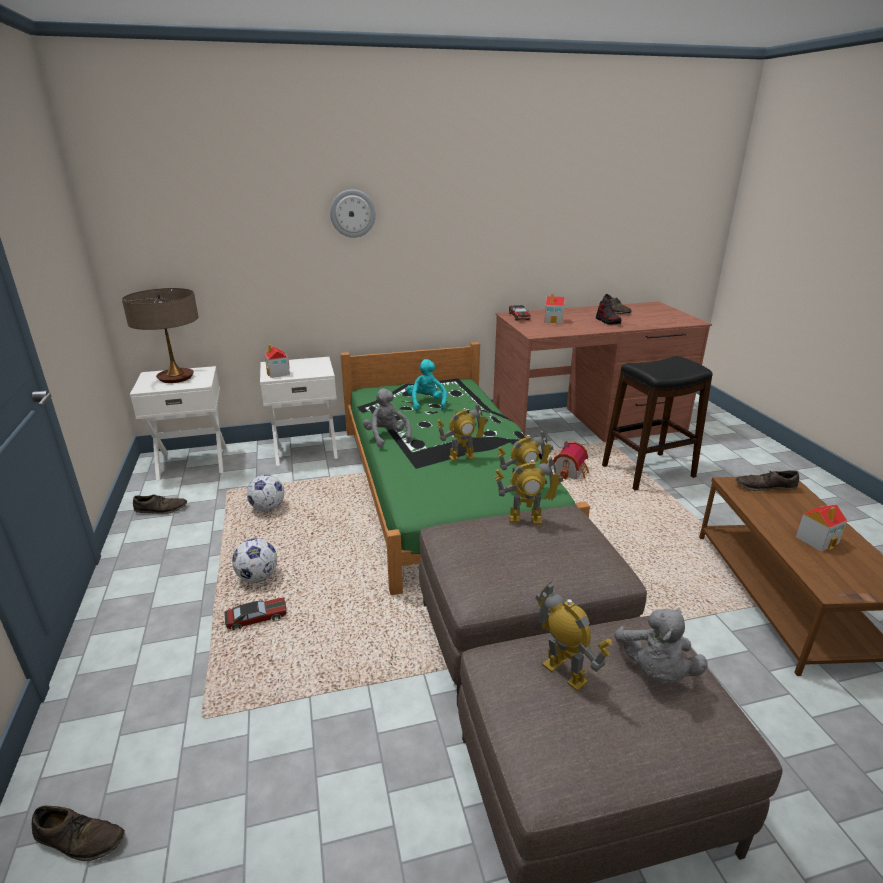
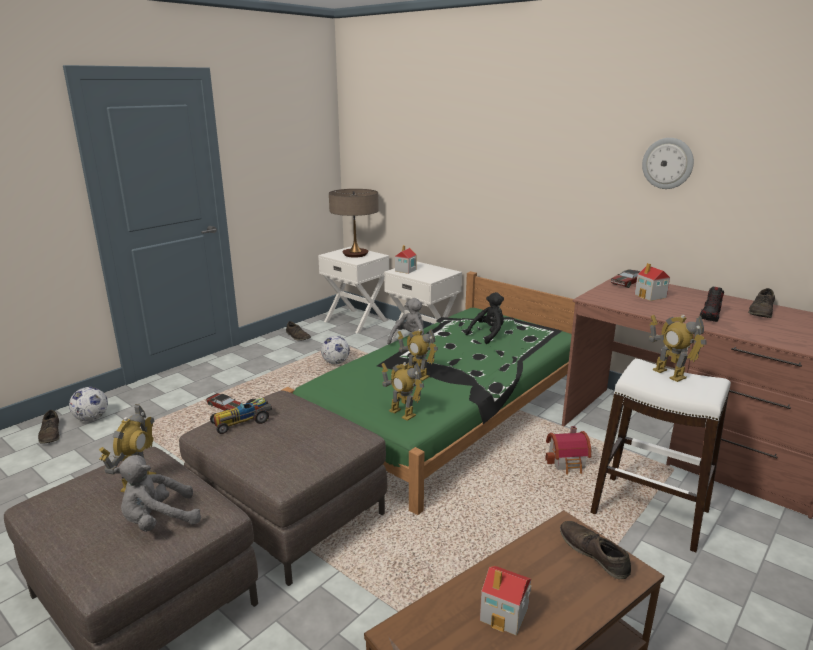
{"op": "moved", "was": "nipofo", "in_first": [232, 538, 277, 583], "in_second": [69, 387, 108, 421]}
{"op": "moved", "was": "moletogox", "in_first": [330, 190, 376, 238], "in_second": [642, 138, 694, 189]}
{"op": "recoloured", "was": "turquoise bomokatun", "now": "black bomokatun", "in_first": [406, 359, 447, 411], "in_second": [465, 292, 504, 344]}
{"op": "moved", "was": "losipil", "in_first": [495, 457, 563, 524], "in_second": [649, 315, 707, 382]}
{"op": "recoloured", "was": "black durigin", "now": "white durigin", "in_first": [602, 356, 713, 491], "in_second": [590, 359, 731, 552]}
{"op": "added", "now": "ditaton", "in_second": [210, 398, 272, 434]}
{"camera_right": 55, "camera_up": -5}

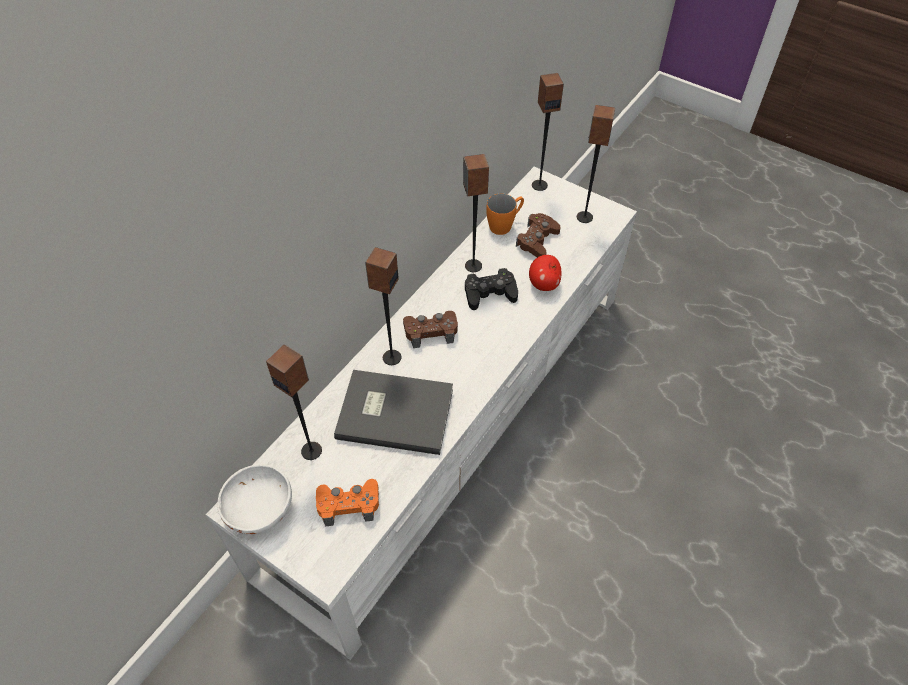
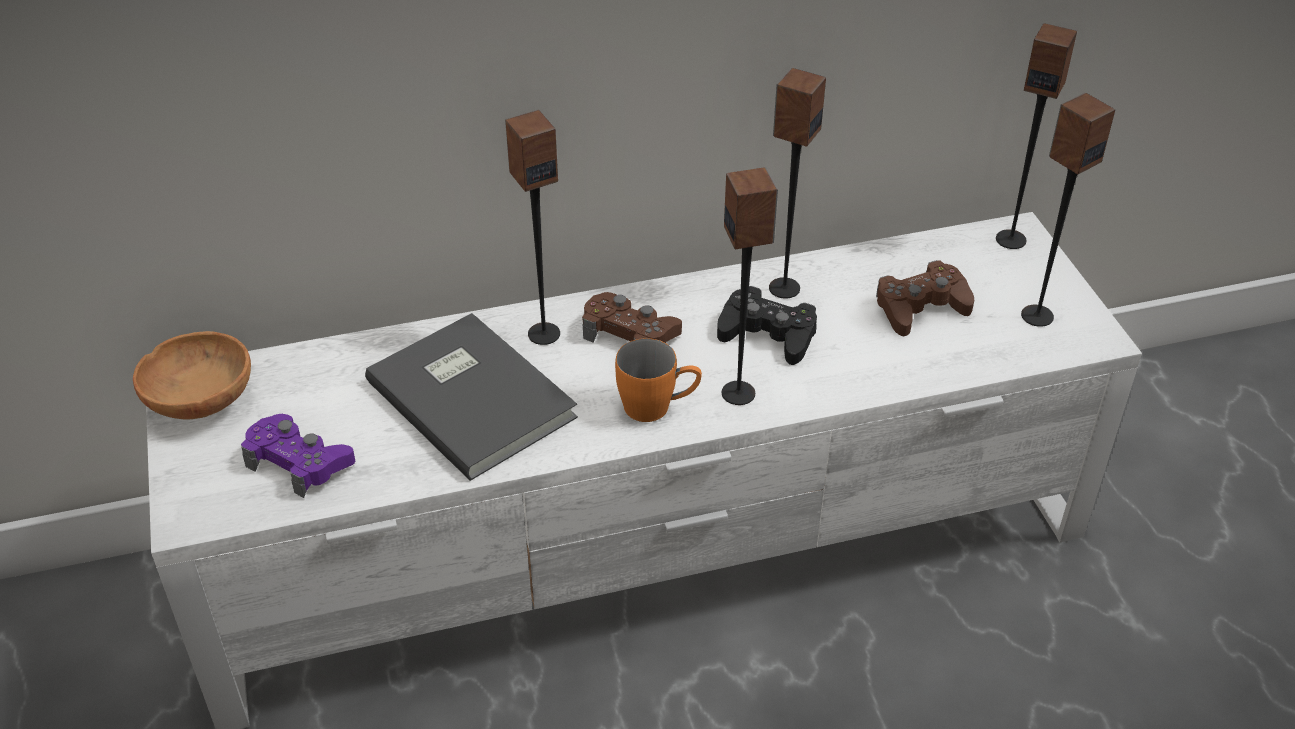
{"op": "recoloured", "was": "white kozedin", "now": "brown kozedin", "in_first": [218, 464, 292, 534], "in_second": [133, 331, 251, 419]}
{"op": "moved", "was": "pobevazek", "in_first": [266, 344, 322, 460], "in_second": [722, 167, 778, 405]}
{"op": "recoloured", "was": "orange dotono", "now": "purple dotono", "in_first": [316, 479, 379, 526], "in_second": [241, 414, 355, 498]}
{"op": "moved", "was": "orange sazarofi", "in_first": [486, 194, 524, 235], "in_second": [615, 338, 702, 422]}
{"op": "removed", "was": "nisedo", "in_first": [529, 255, 561, 291]}
{"camera_right": 40, "camera_up": -10}

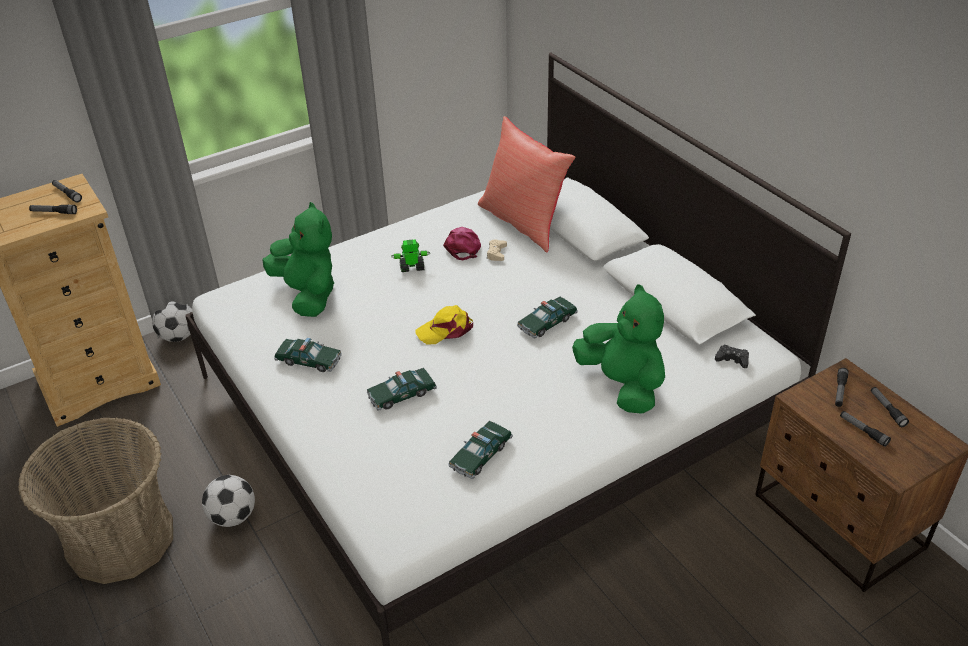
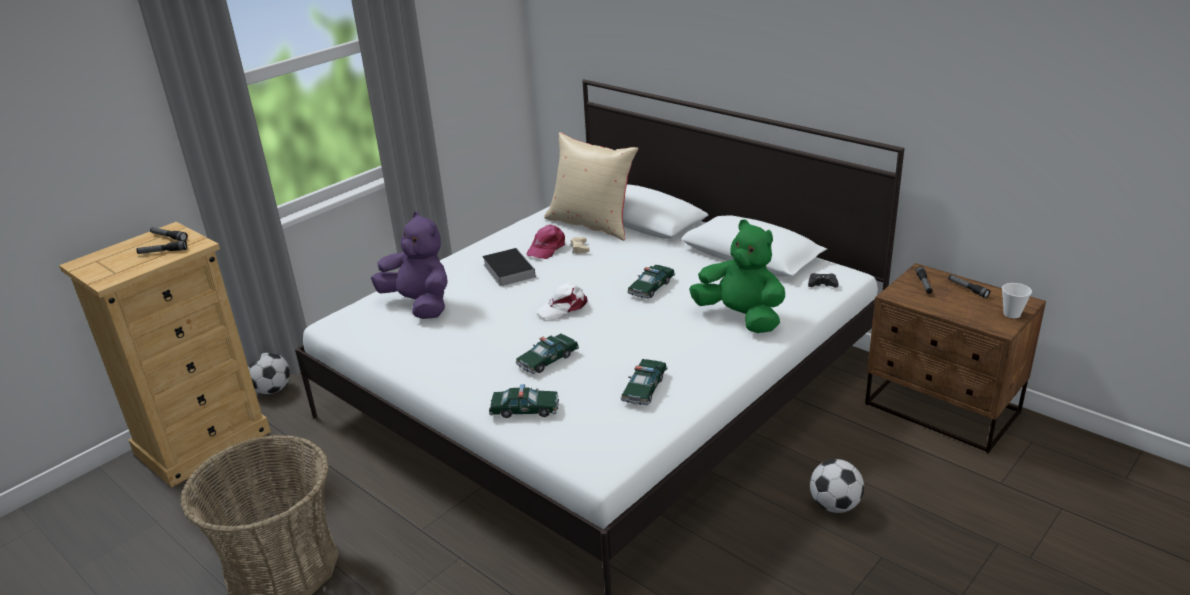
{"op": "moved", "was": "nipofo", "in_first": [202, 475, 255, 527], "in_second": [810, 459, 864, 513]}
{"op": "recoloured", "was": "green bomokatun", "now": "purple bomokatun", "in_first": [262, 202, 334, 317], "in_second": [371, 212, 448, 319]}
{"op": "moved", "was": "ditaton", "in_first": [274, 338, 342, 372], "in_second": [489, 384, 559, 418]}
{"op": "replaced", "was": "losipil", "now": "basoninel", "in_first": [392, 239, 430, 272], "in_second": [482, 248, 536, 286]}
{"op": "recoloured", "was": "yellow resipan", "now": "white resipan", "in_first": [416, 305, 473, 345], "in_second": [536, 282, 588, 321]}
{"op": "turned", "was": "pink resipan", "in_first": [443, 227, 481, 260], "in_second": [527, 225, 565, 259], "clockwise": -135}
{"op": "recoloured", "was": "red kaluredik", "now": "beige kaluredik", "in_first": [478, 116, 576, 252], "in_second": [544, 132, 638, 241]}
{"op": "removed", "was": "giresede", "in_first": [840, 411, 891, 447]}
{"op": "added", "now": "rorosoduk", "in_second": [1002, 283, 1032, 318]}
{"camera_right": -15, "camera_up": -10}

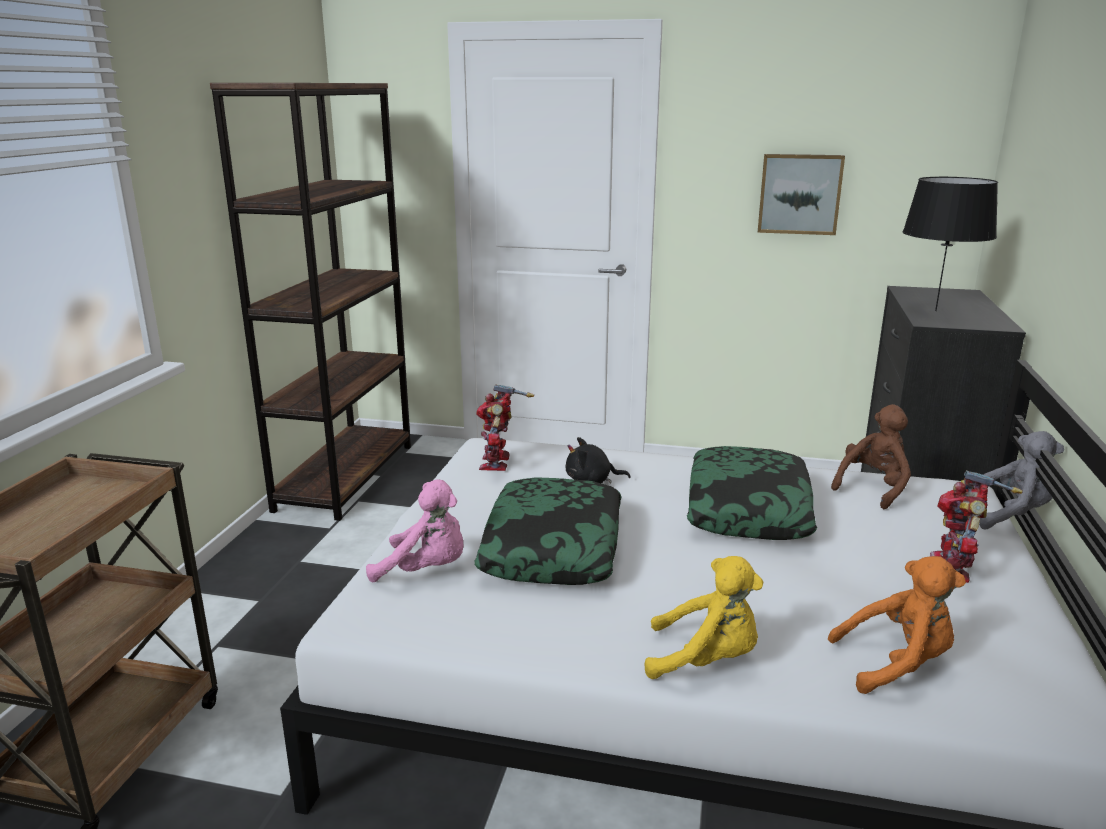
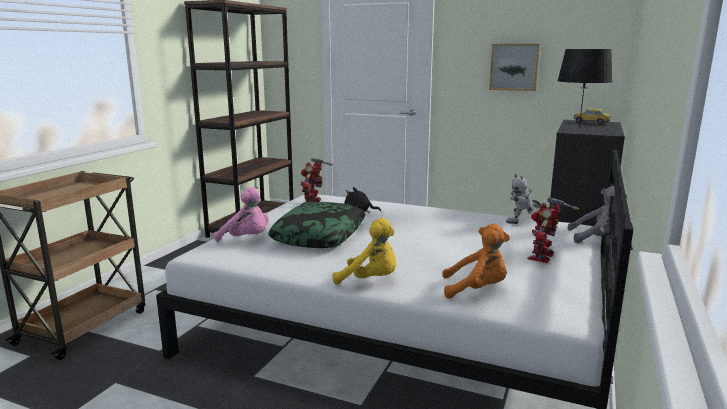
{"op": "removed", "was": "kaluredik", "in_first": [687, 446, 817, 540]}
{"op": "replaced", "was": "brown bomokatun", "now": "losipil", "in_first": [831, 404, 911, 509], "in_second": [506, 174, 540, 224]}
{"op": "added", "now": "ditaton", "in_second": [574, 109, 611, 124]}
{"camera_right": 10, "camera_up": -5}

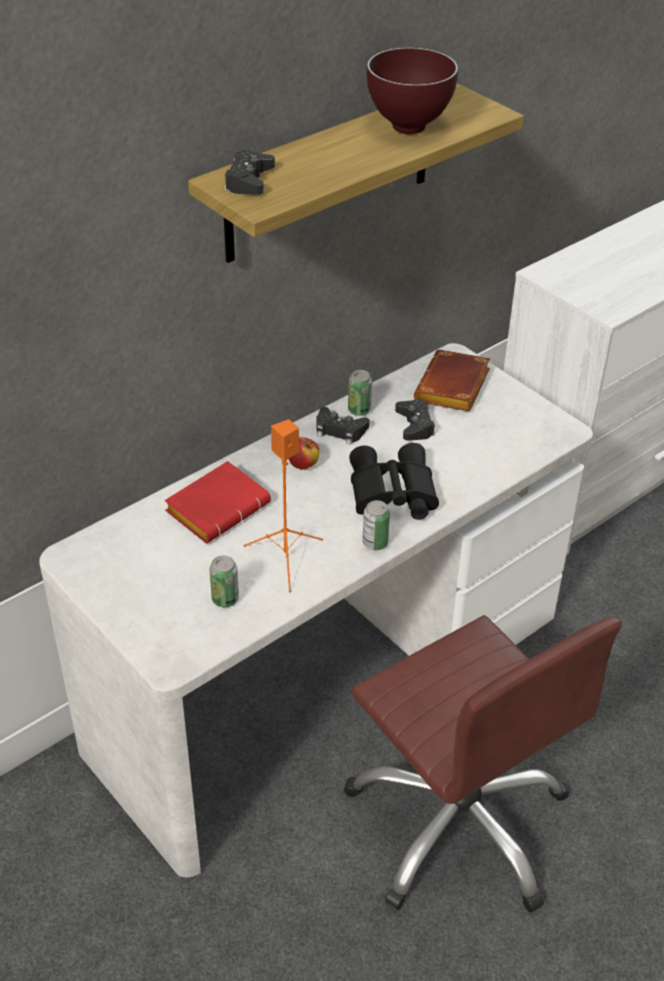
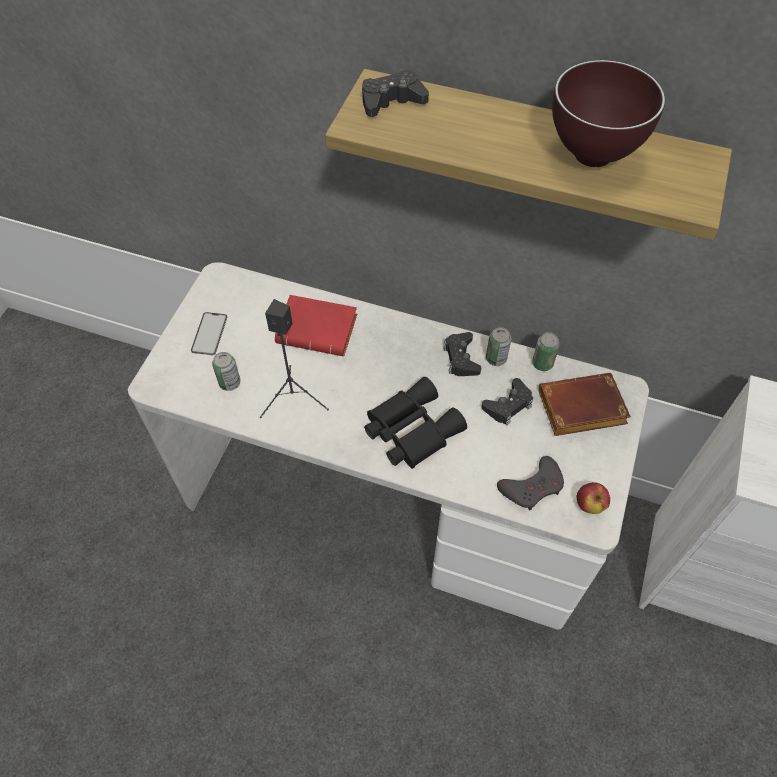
{"op": "recoloured", "was": "orange pobevazek", "now": "black pobevazek", "in_first": [244, 419, 323, 593], "in_second": [260, 299, 329, 418]}
{"op": "moved", "was": "nisedo", "in_first": [289, 437, 319, 470], "in_second": [577, 482, 610, 514]}
{"op": "removed", "was": "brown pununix", "in_first": [344, 615, 622, 912]}
{"op": "moved", "was": "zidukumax", "in_first": [362, 500, 390, 550], "in_second": [532, 332, 560, 371]}
{"op": "added", "now": "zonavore", "in_second": [191, 312, 227, 355]}
{"op": "added", "now": "grey dotono", "in_second": [497, 456, 564, 510]}
{"camera_right": 60, "camera_up": 15}

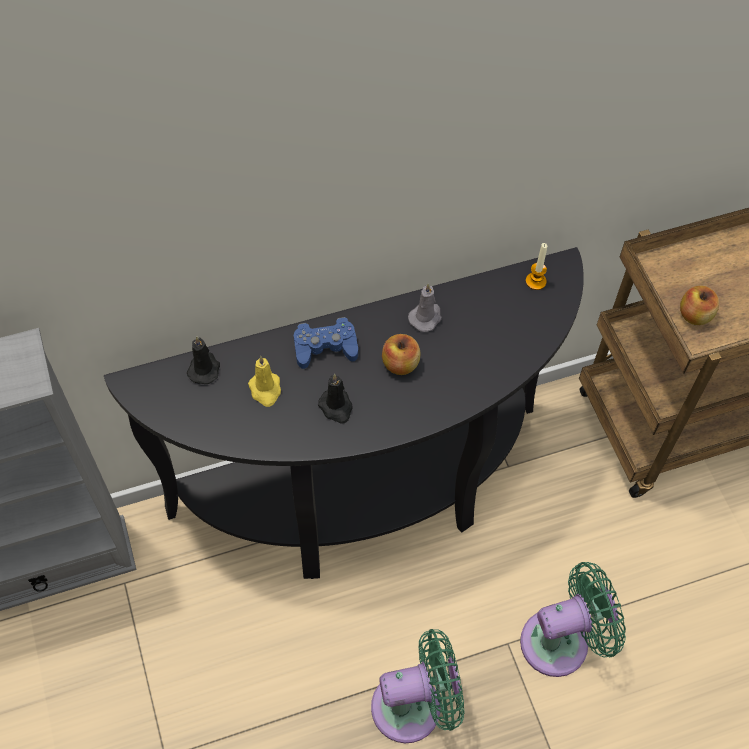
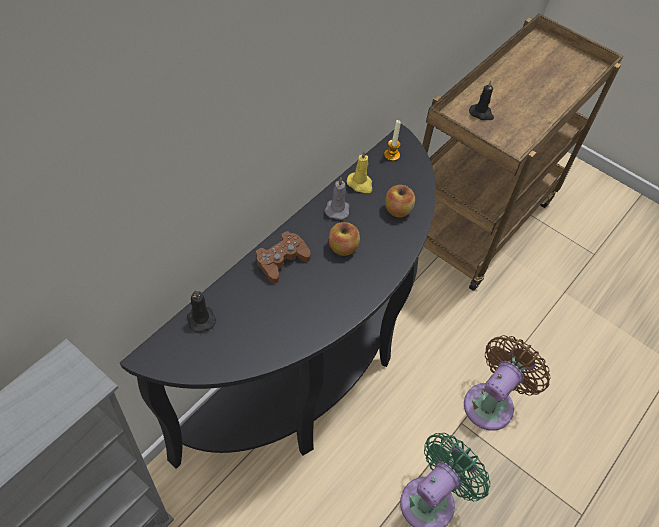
{"op": "moved", "was": "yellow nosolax", "in_first": [248, 356, 281, 407], "in_second": [346, 150, 372, 193]}
{"op": "recoloured", "was": "blue dotono", "now": "brown dotono", "in_first": [294, 317, 358, 369], "in_second": [256, 231, 311, 283]}
{"op": "moved", "was": "black nosolax", "in_first": [318, 374, 353, 424], "in_second": [469, 81, 494, 120]}
{"op": "recoloured", "was": "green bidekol", "now": "brown bidekol", "in_first": [520, 562, 626, 677], "in_second": [464, 335, 550, 431]}
{"op": "moved", "was": "nisedo", "in_first": [680, 286, 719, 325], "in_second": [385, 185, 415, 217]}
{"camera_right": -35, "camera_up": -5}

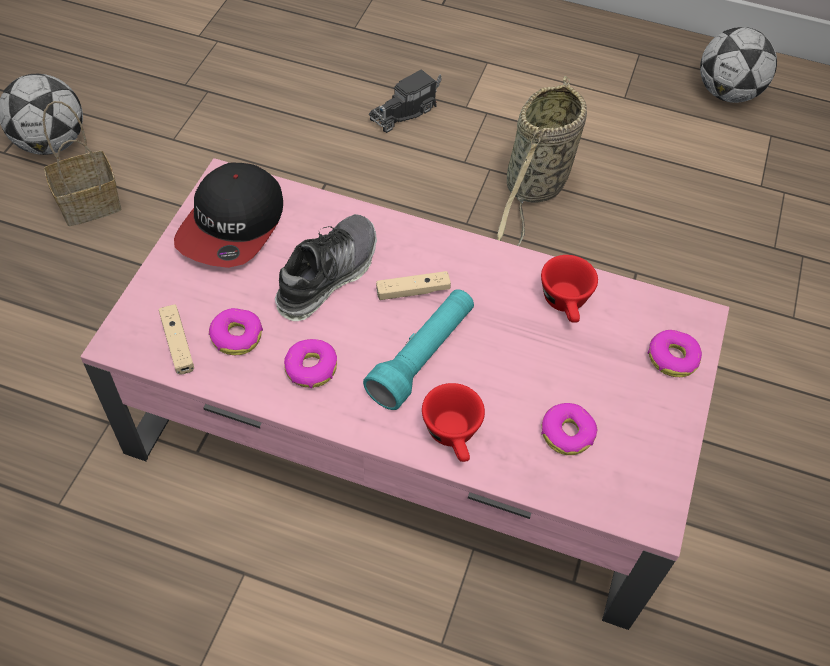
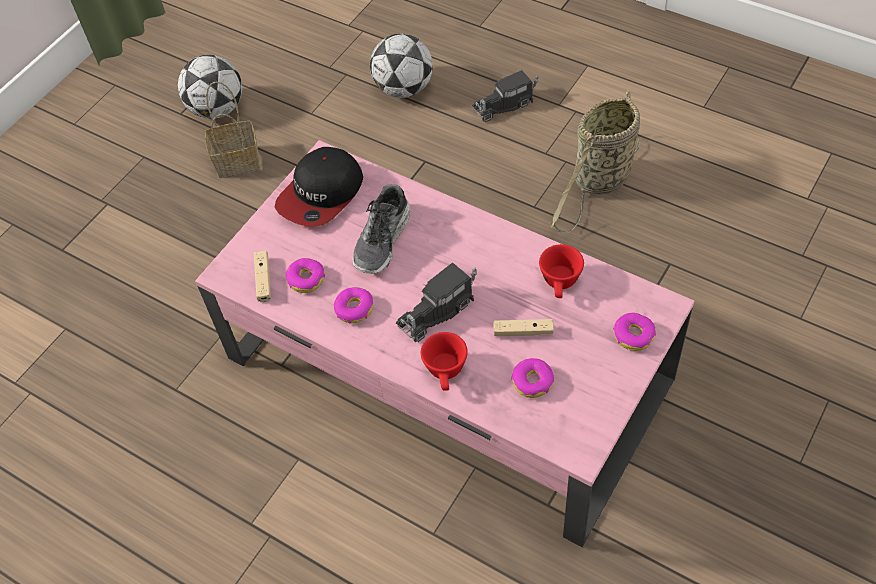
{"op": "turned", "was": "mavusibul", "in_first": [275, 214, 377, 321], "in_second": [353, 184, 410, 274], "clockwise": 150}
{"op": "replaced", "was": "turquoise giresede", "now": "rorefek", "in_first": [363, 289, 474, 410], "in_second": [396, 262, 477, 342]}
{"op": "moved", "was": "beige dotono", "in_first": [376, 271, 451, 300], "in_second": [493, 319, 554, 336]}
{"op": "moved", "was": "nipofo", "in_first": [700, 27, 777, 103], "in_second": [370, 34, 433, 98]}
{"camera_right": 20, "camera_up": 0}

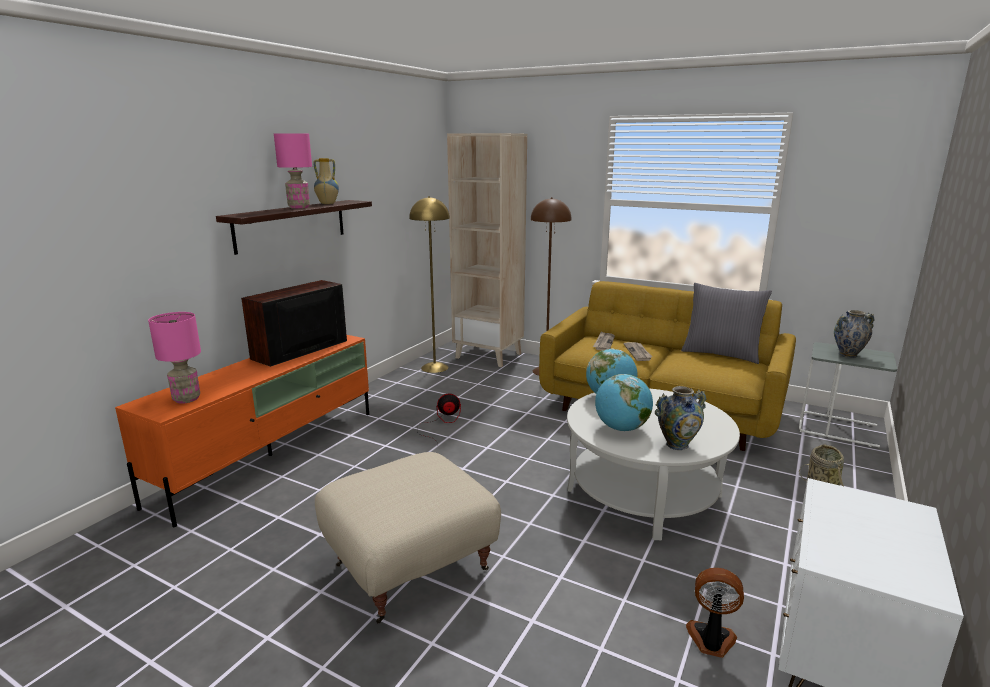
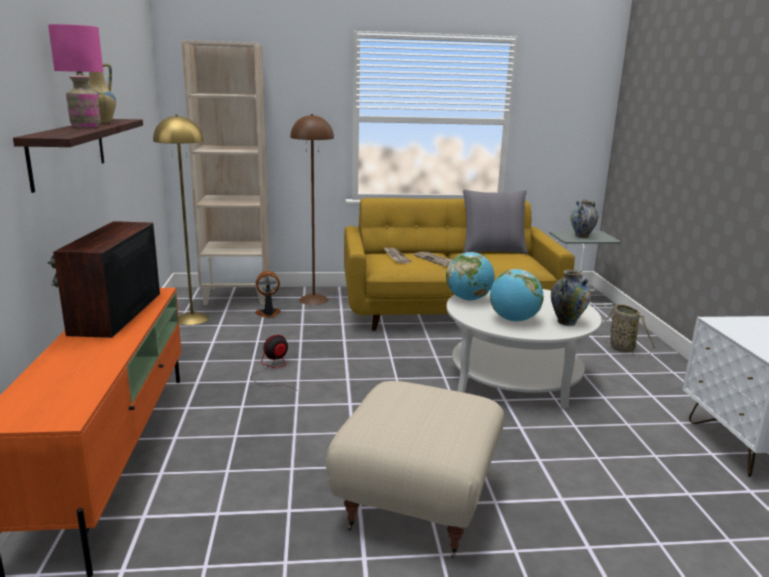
{"op": "removed", "was": "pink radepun", "in_first": [148, 312, 201, 404]}
{"op": "moved", "was": "bidekol", "in_first": [686, 568, 744, 658], "in_second": [255, 271, 281, 318]}
{"camera_right": -35, "camera_up": 0}

